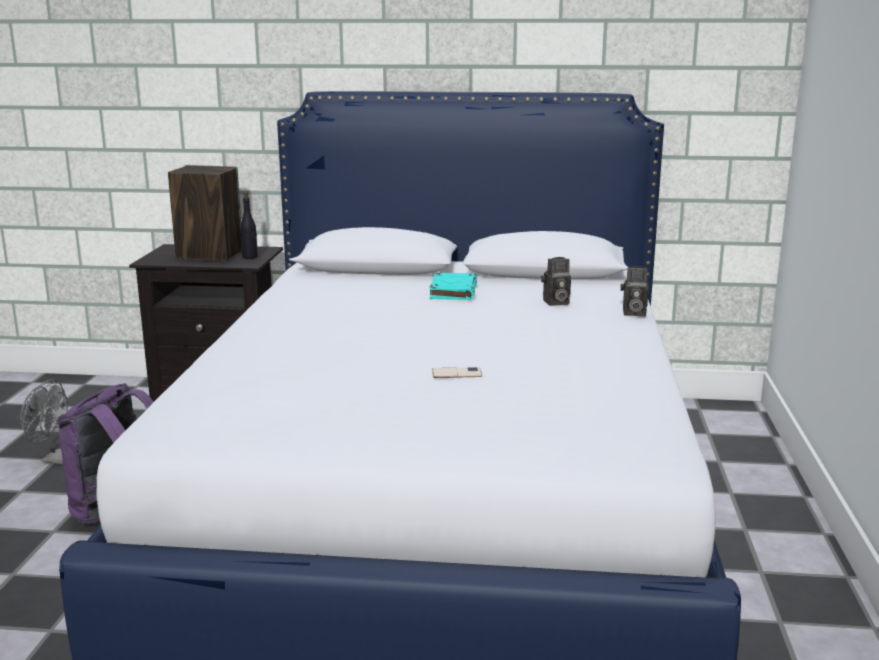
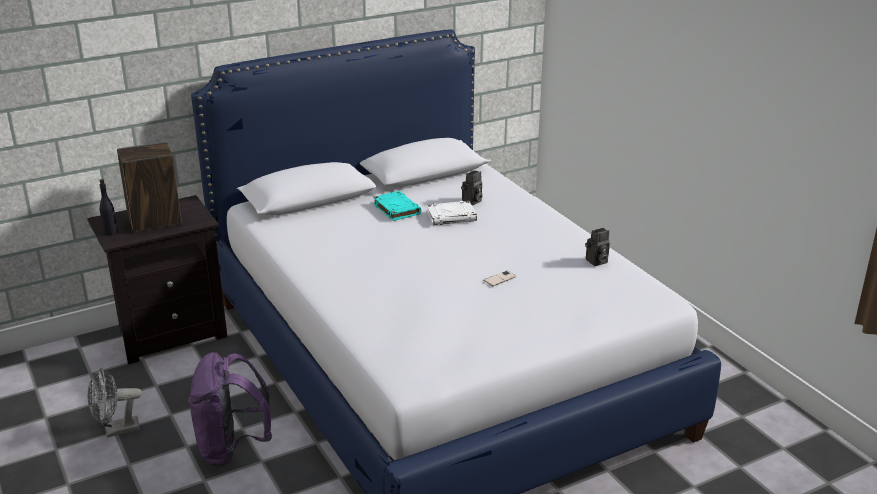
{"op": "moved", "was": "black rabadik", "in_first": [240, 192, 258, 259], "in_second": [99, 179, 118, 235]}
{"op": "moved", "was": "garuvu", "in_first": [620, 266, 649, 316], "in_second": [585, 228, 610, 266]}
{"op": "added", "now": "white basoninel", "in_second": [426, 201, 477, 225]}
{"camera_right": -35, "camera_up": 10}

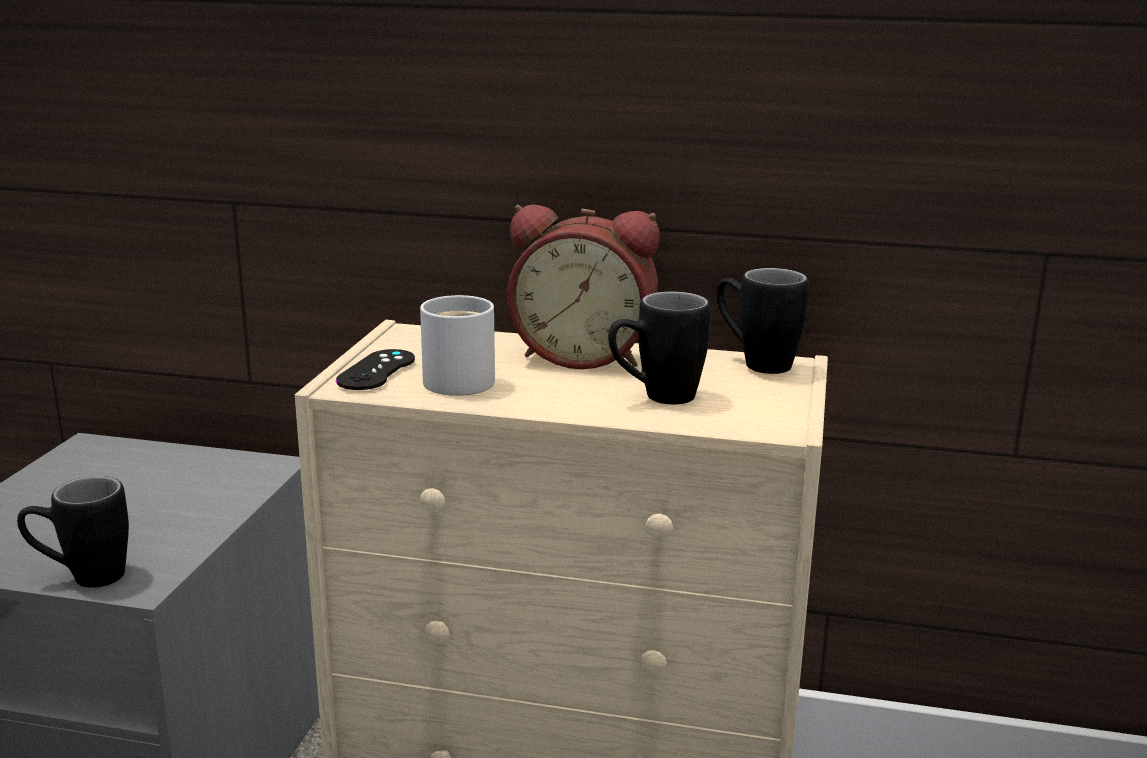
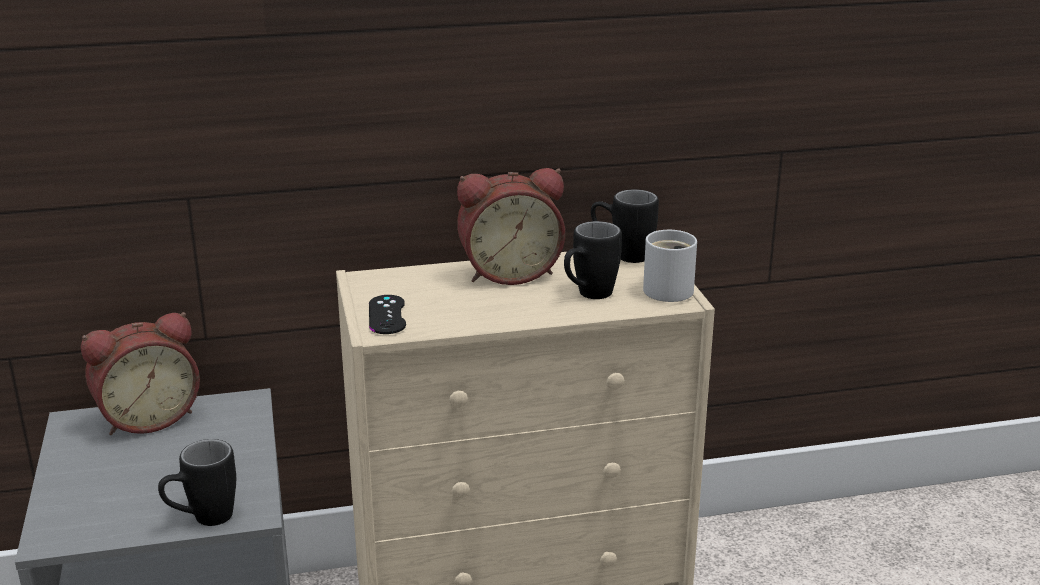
{"op": "moved", "was": "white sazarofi", "in_first": [420, 295, 495, 396], "in_second": [643, 230, 697, 302]}
{"op": "added", "now": "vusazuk", "in_second": [81, 312, 200, 435]}
{"camera_right": -25, "camera_up": 5}

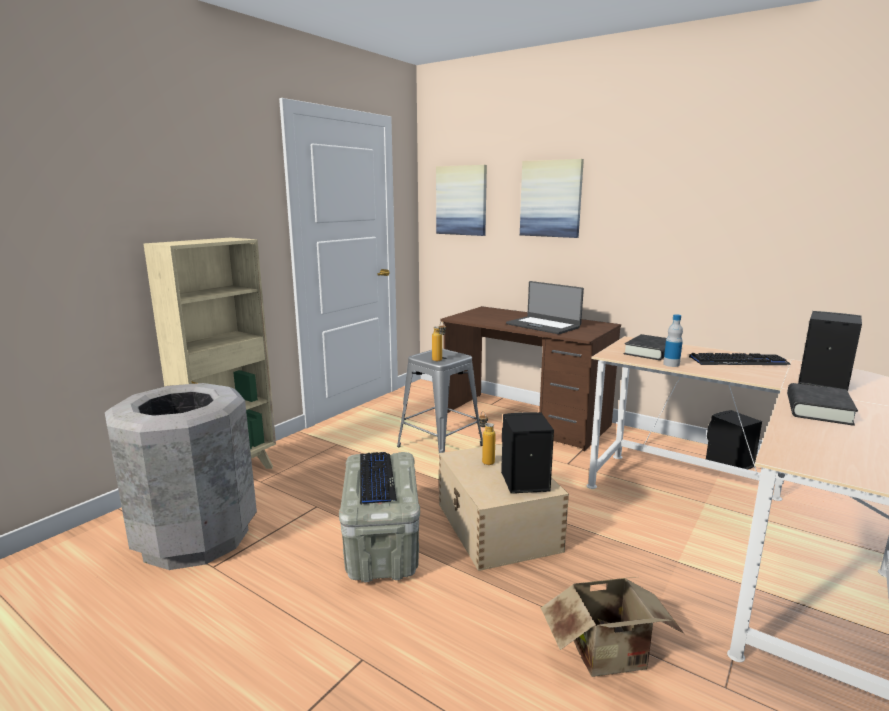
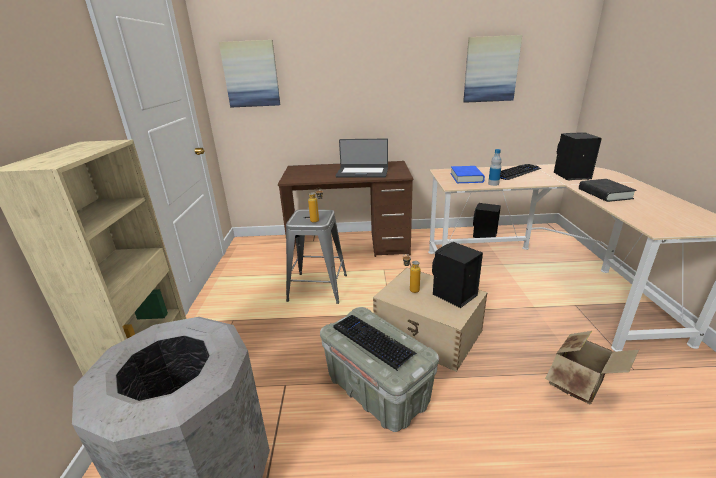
{"op": "moved", "was": "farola", "in_first": [520, 159, 584, 238], "in_second": [463, 35, 522, 103]}
{"op": "recoloured", "was": "black basoninel", "now": "blue basoninel", "in_first": [624, 334, 667, 360], "in_second": [451, 166, 485, 183]}
{"camera_right": -35, "camera_up": 10}

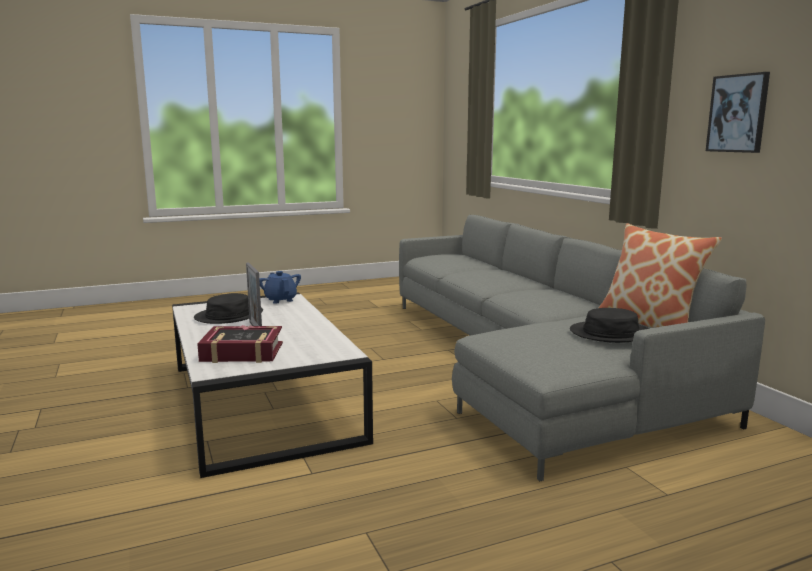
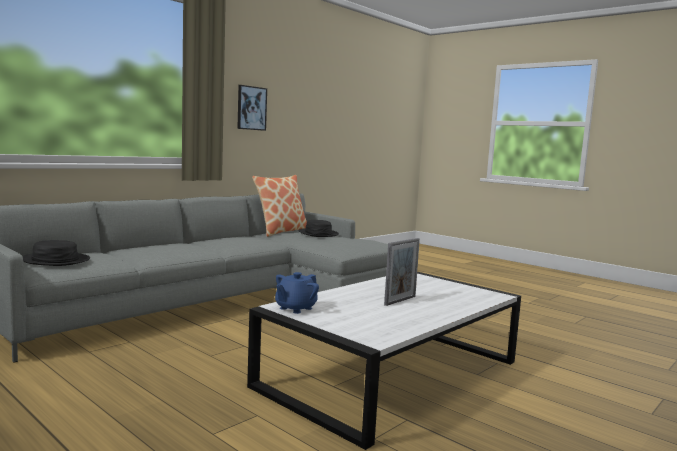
{"op": "moved", "was": "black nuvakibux", "in_first": [194, 293, 263, 324], "in_second": [22, 240, 90, 266]}
{"op": "removed", "was": "basoninel", "in_first": [197, 325, 283, 363]}
{"camera_right": -115, "camera_up": -5}

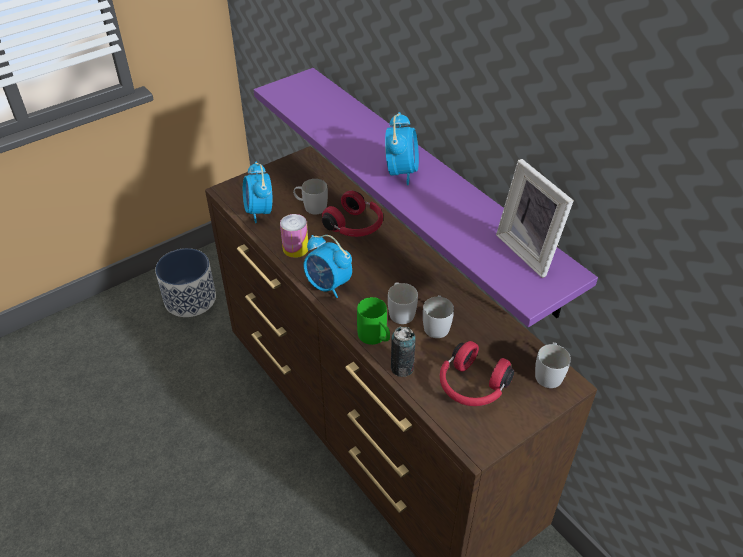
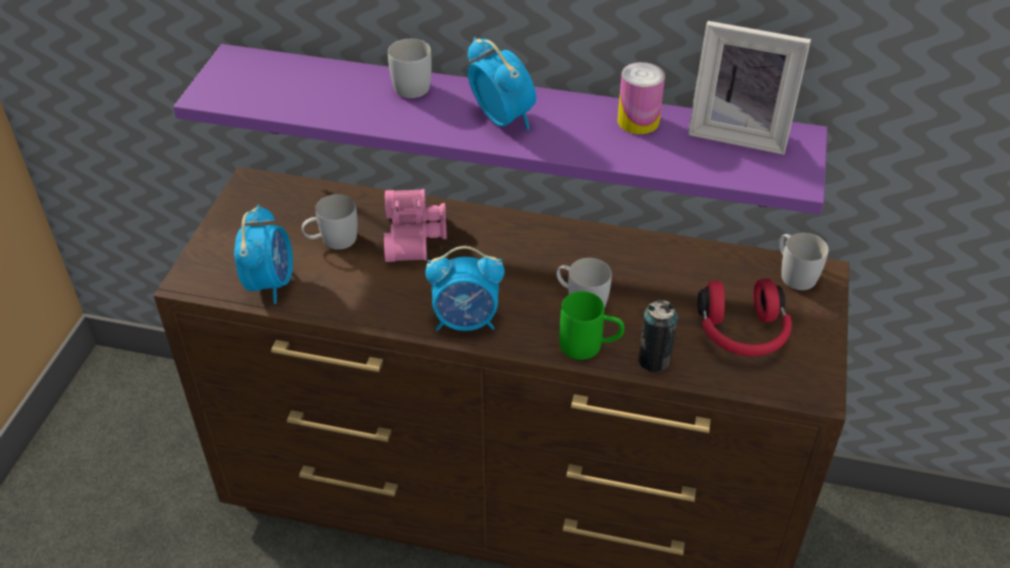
{"op": "removed", "was": "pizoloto", "in_first": [155, 248, 216, 317]}
{"op": "turned", "was": "vusazuk", "in_first": [243, 162, 272, 223], "in_second": [234, 205, 293, 304], "clockwise": -120}
{"op": "moved", "was": "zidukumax", "in_first": [280, 214, 308, 258], "in_second": [618, 62, 665, 134]}
{"op": "replaced", "was": "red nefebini", "now": "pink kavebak", "in_first": [322, 191, 383, 237], "in_second": [384, 189, 447, 262]}
{"op": "moved", "was": "white sazarofi", "in_first": [423, 295, 454, 338], "in_second": [388, 39, 432, 98]}
{"camera_right": -40, "camera_up": 0}

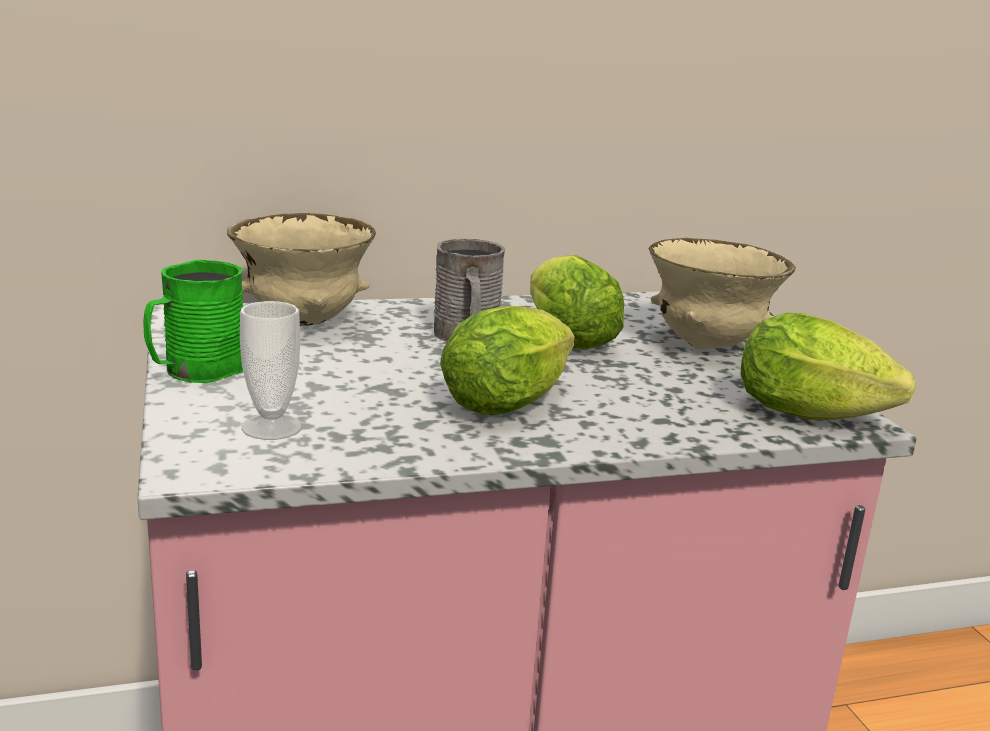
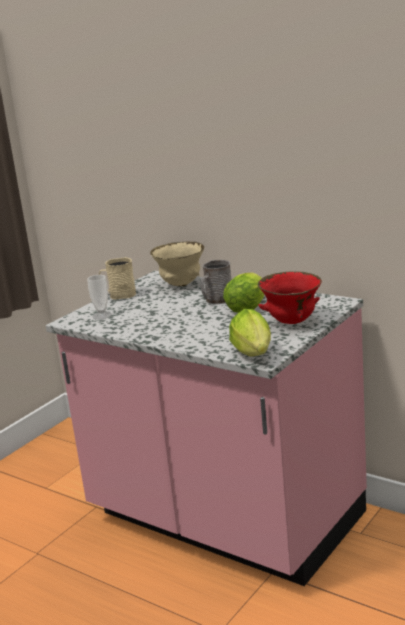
{"op": "recoloured", "was": "green sazarofi", "now": "beige sazarofi", "in_first": [143, 260, 243, 383], "in_second": [99, 257, 136, 300]}
{"op": "removed", "was": "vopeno", "in_first": [440, 306, 575, 415]}
{"op": "recoloured", "was": "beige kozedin", "now": "red kozedin", "in_first": [649, 238, 796, 349], "in_second": [258, 271, 322, 324]}
{"camera_right": 55, "camera_up": 0}

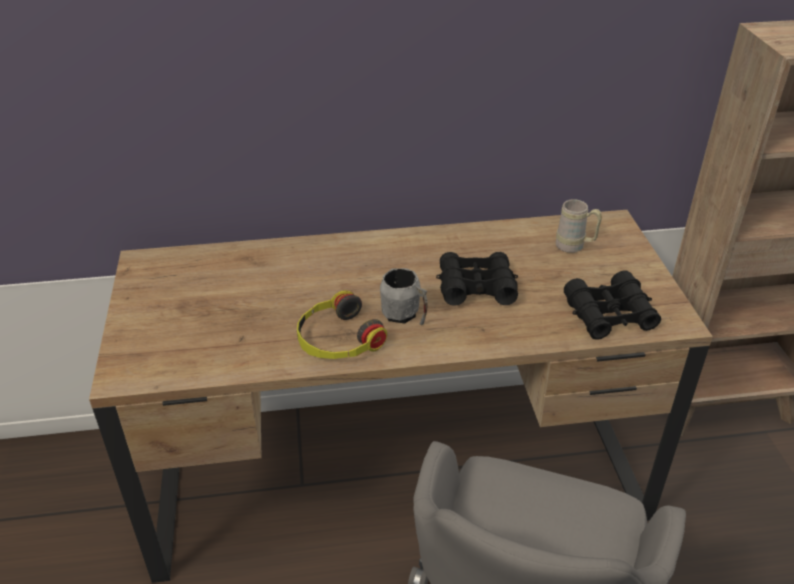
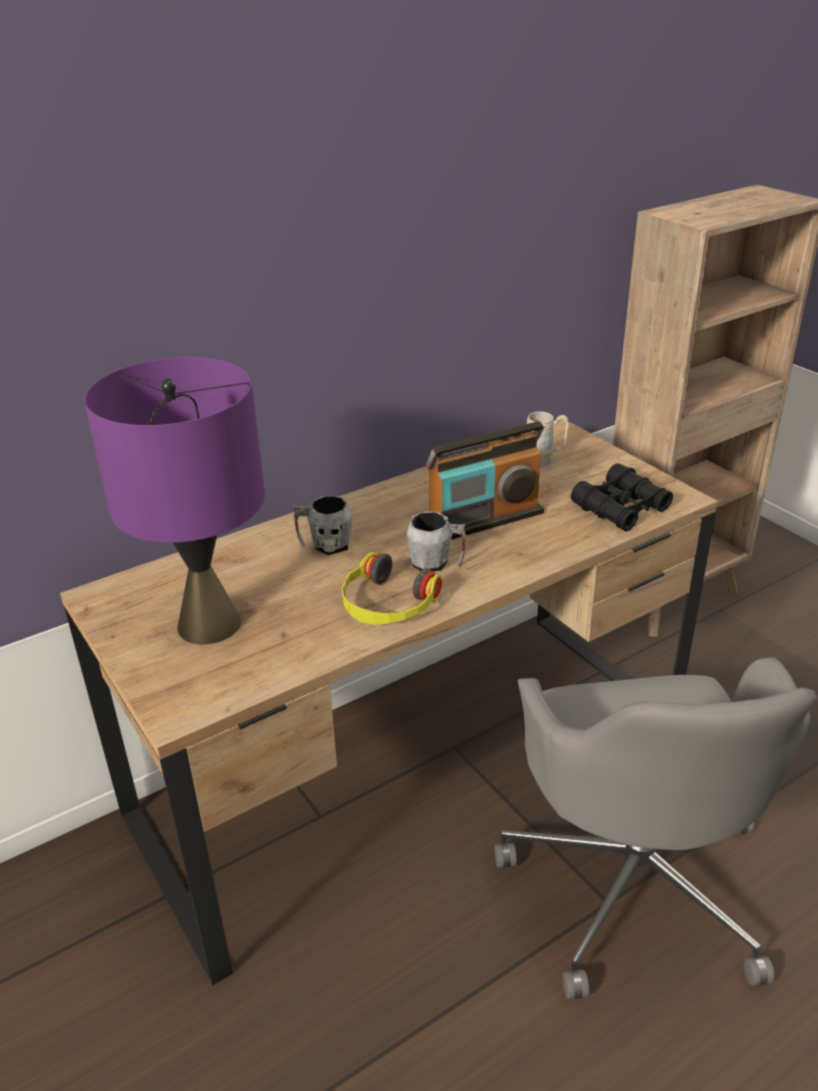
{"op": "replaced", "was": "black kavebak", "now": "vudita", "in_first": [436, 252, 518, 306], "in_second": [426, 421, 544, 540]}
{"op": "added", "now": "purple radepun", "in_second": [84, 357, 265, 644]}
{"op": "added", "now": "grey sazarofi", "in_second": [293, 496, 352, 555]}
{"camera_right": -25, "camera_up": -5}

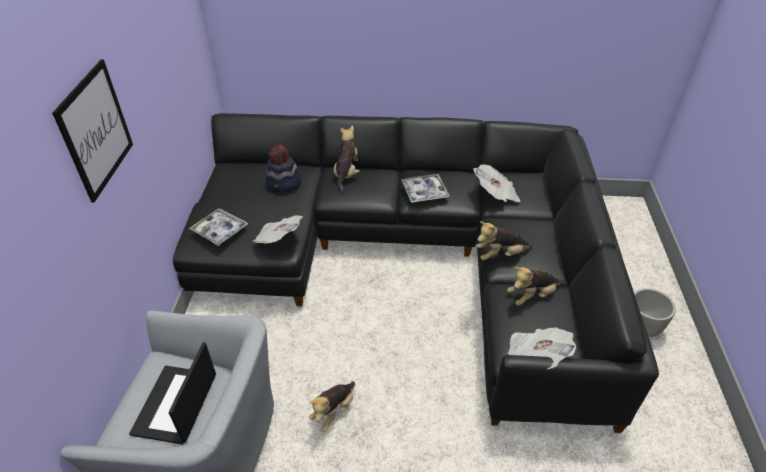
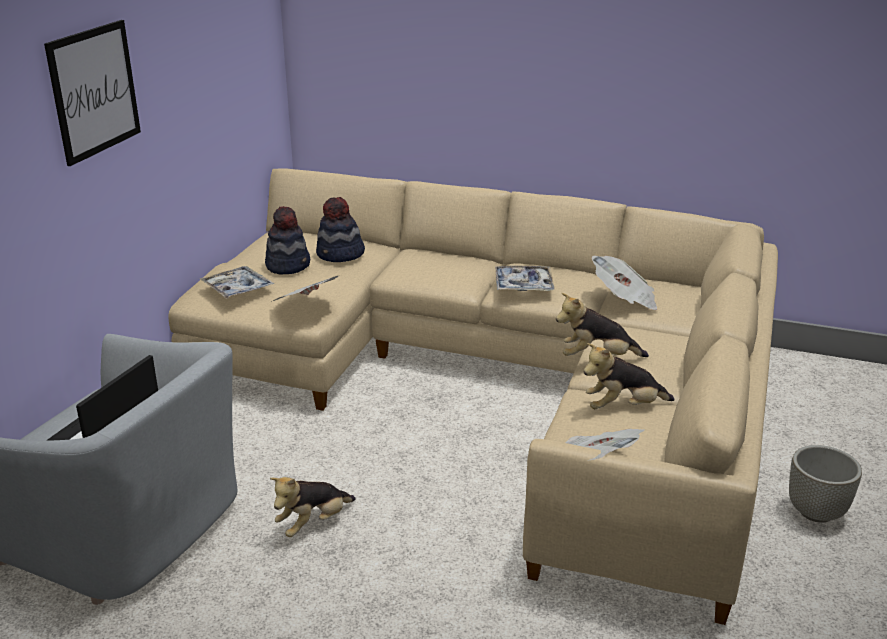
{"op": "recoloured", "was": "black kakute", "now": "beige kakute", "in_first": [173, 113, 659, 433], "in_second": [168, 169, 778, 625]}
{"op": "removed", "was": "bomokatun", "in_first": [334, 125, 360, 193]}
{"op": "added", "now": "nuvakibux", "in_second": [265, 206, 310, 275]}
{"camera_right": 15, "camera_up": -15}

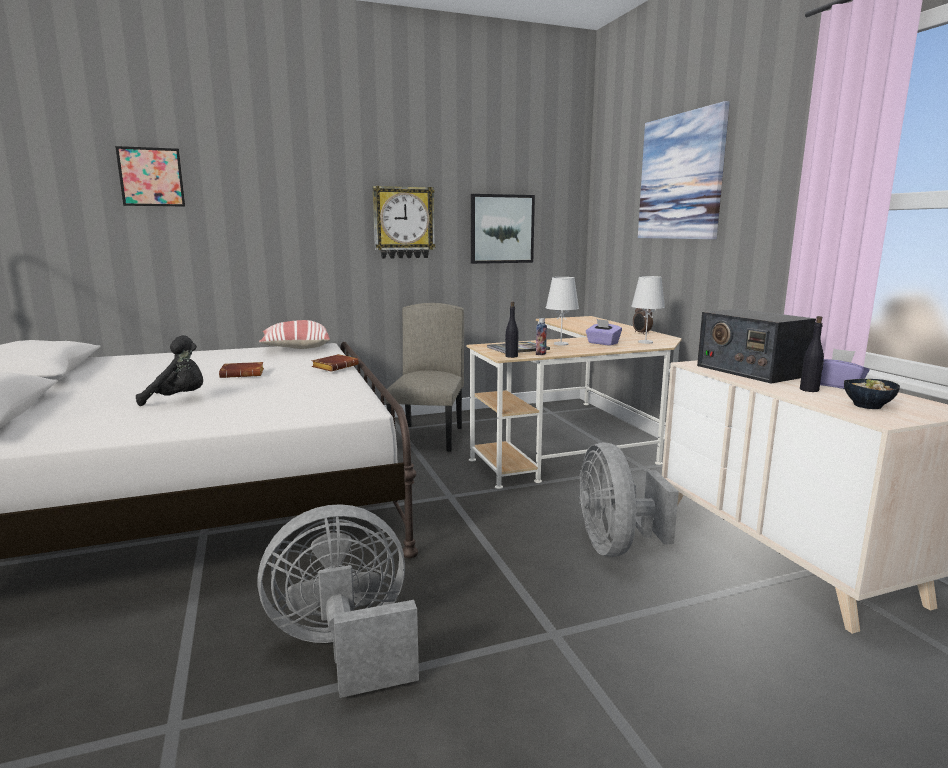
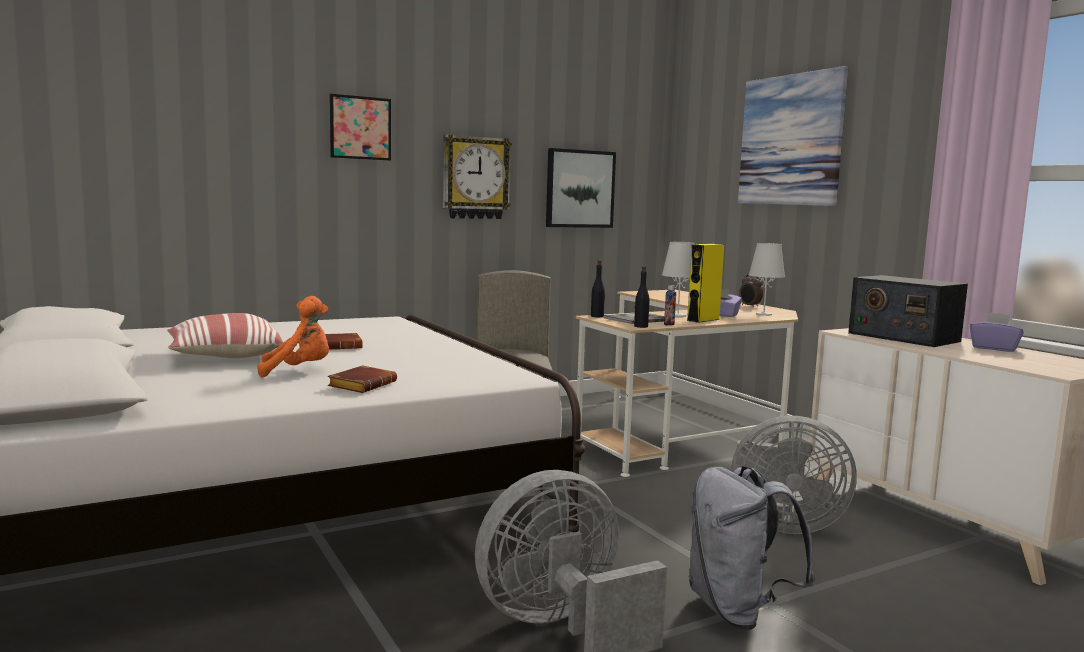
{"op": "moved", "was": "farola", "in_first": [115, 146, 185, 206], "in_second": [330, 94, 391, 160]}
{"op": "recoloured", "was": "black bomokatun", "now": "orange bomokatun", "in_first": [136, 335, 203, 406], "in_second": [257, 296, 329, 378]}
{"op": "moved", "was": "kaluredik", "in_first": [259, 320, 330, 349], "in_second": [167, 313, 283, 358]}
{"op": "moved", "was": "brown basoninel", "in_first": [312, 354, 359, 372], "in_second": [328, 366, 397, 393]}
{"op": "turned", "was": "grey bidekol", "in_first": [579, 442, 679, 557], "in_second": [731, 416, 857, 534], "clockwise": -60}
{"op": "moved", "was": "black rabadik", "in_first": [800, 316, 824, 392], "in_second": [591, 260, 605, 317]}
{"op": "removed", "was": "kozedin", "in_first": [844, 379, 900, 409]}
{"op": "added", "now": "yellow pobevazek", "in_second": [687, 244, 724, 323]}
{"op": "added", "now": "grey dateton", "in_second": [688, 466, 815, 630]}
{"camera_right": -10, "camera_up": -5}

